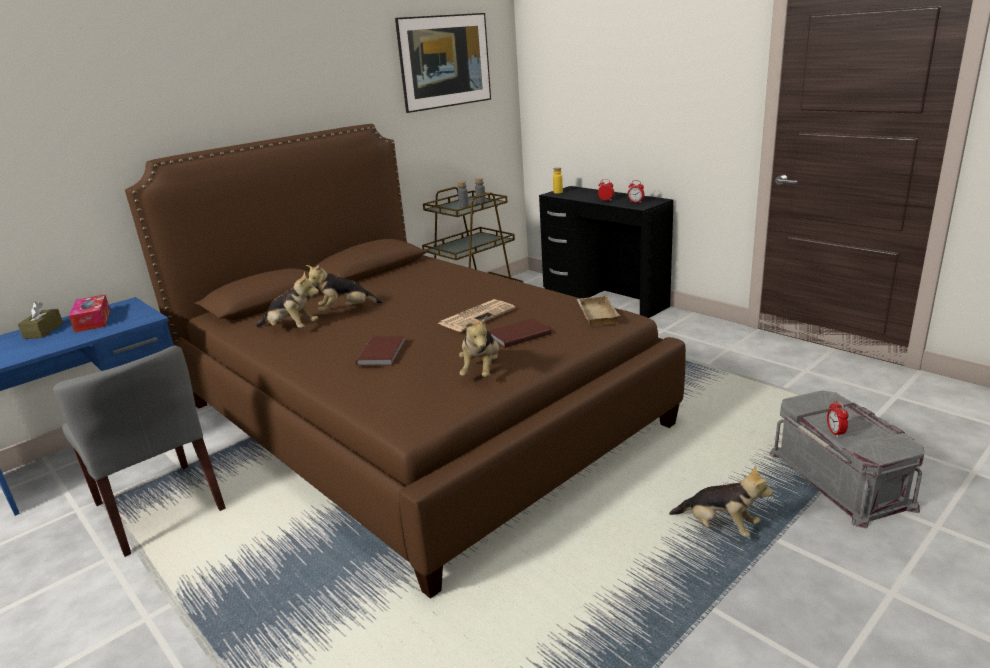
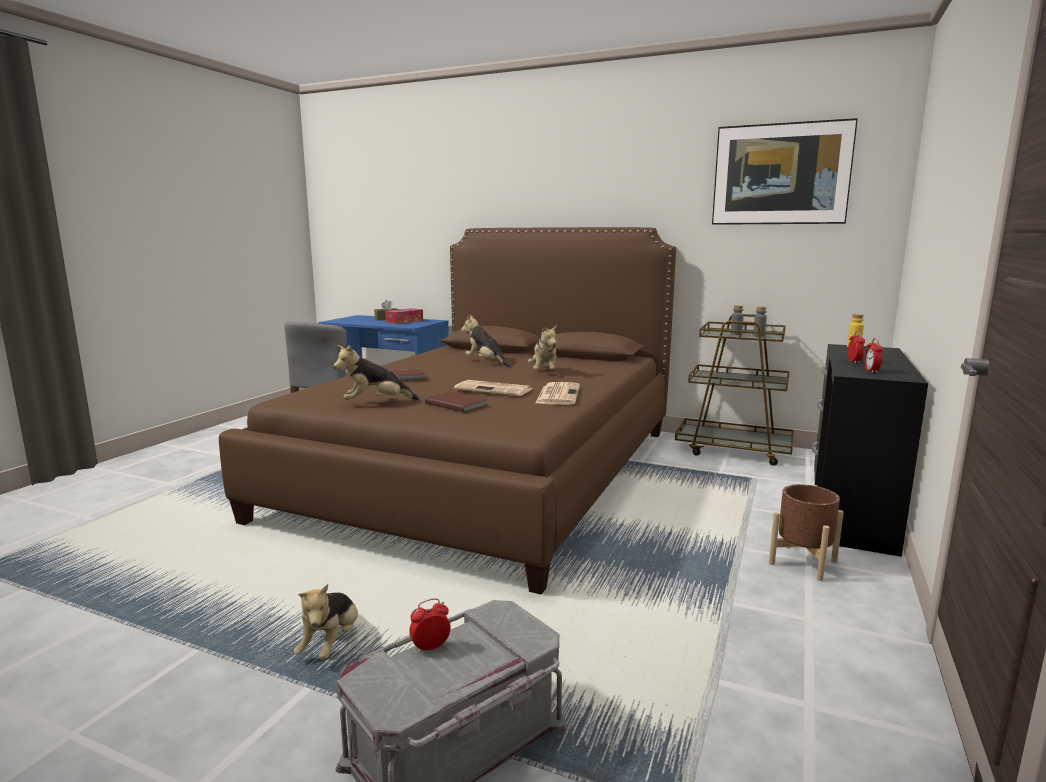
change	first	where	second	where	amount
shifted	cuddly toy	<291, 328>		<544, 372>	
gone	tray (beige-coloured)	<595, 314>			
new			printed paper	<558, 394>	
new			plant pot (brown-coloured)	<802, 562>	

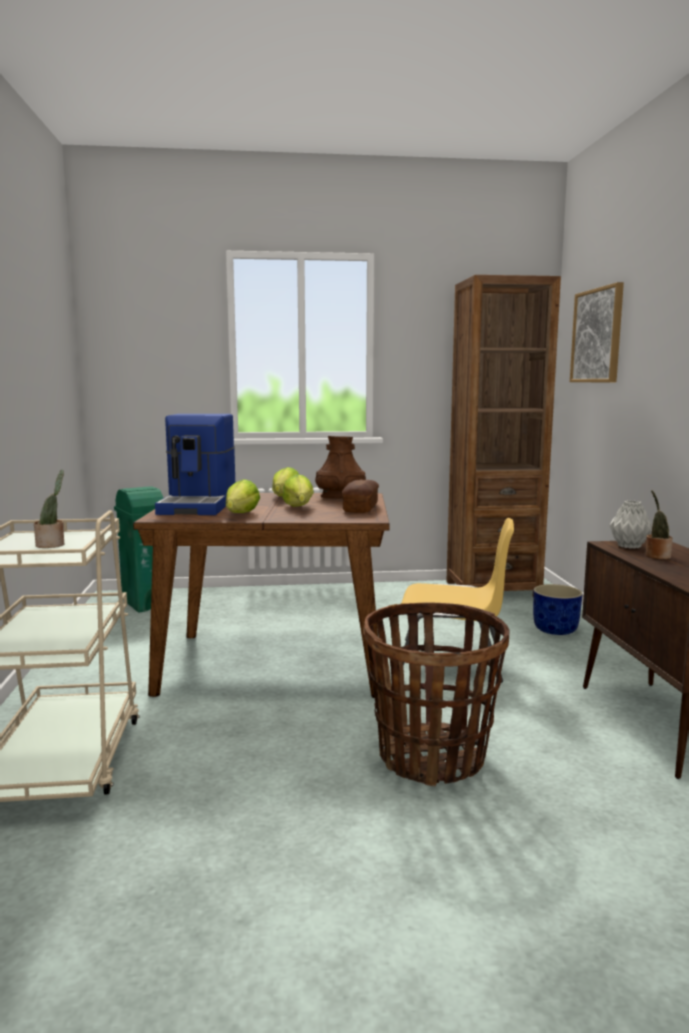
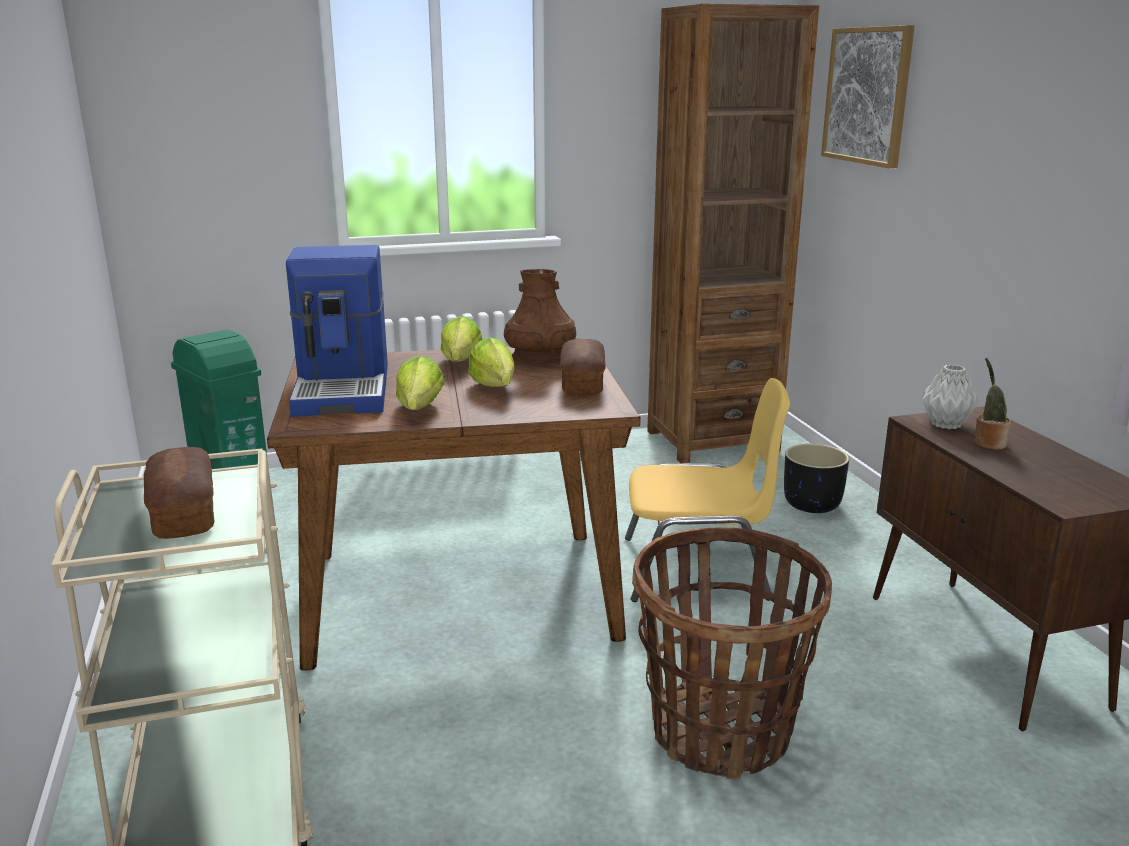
change	first	where	second	where	amount
swapped	plant in a pot	<52, 545>	baked bread	<183, 513>	
repainted	plant pot (blue)	<556, 630>	plant pot (black-coloured)	<813, 504>	

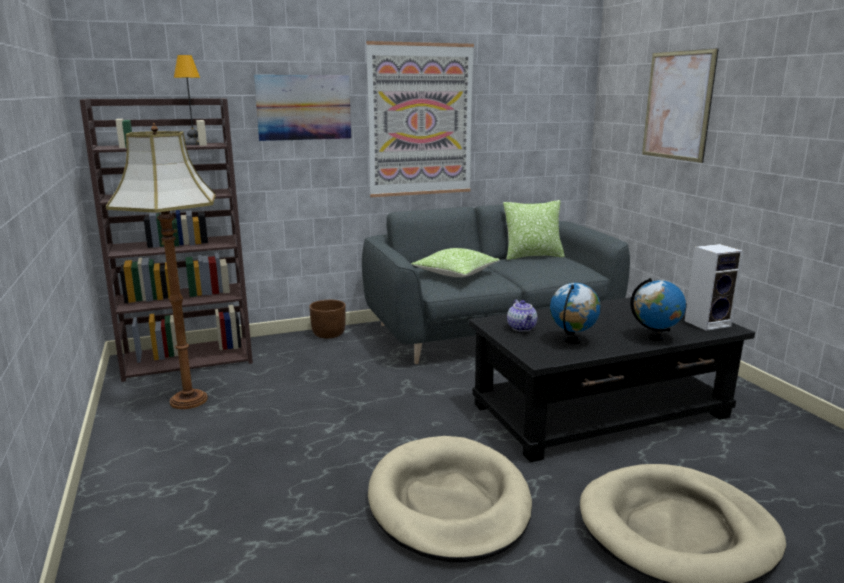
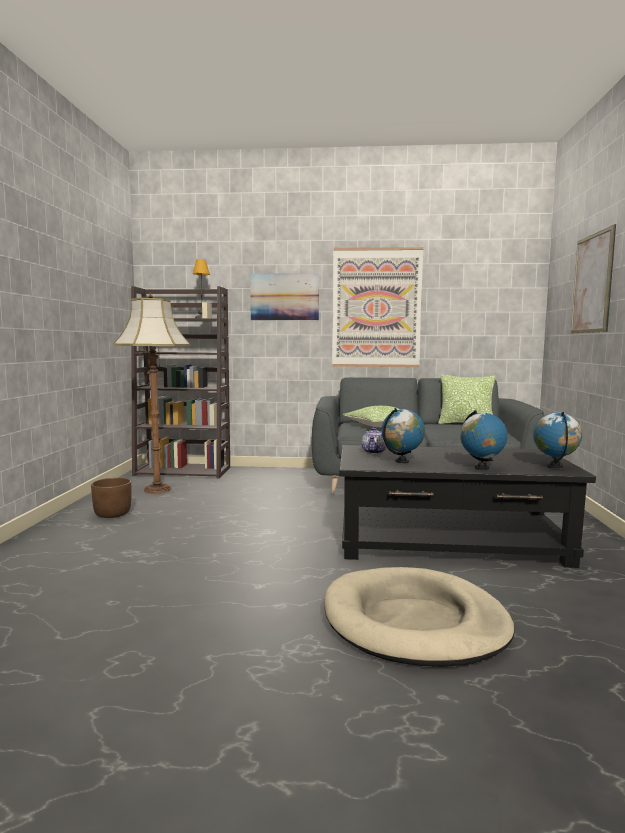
change	first	where	second	where	amount
swapped	speaker	<708, 323>	world globe	<555, 466>	
shifted	plant pot (brown-coloured)	<329, 334>		<113, 514>	
gone	dog cushion (beige-coloured)	<449, 503>			

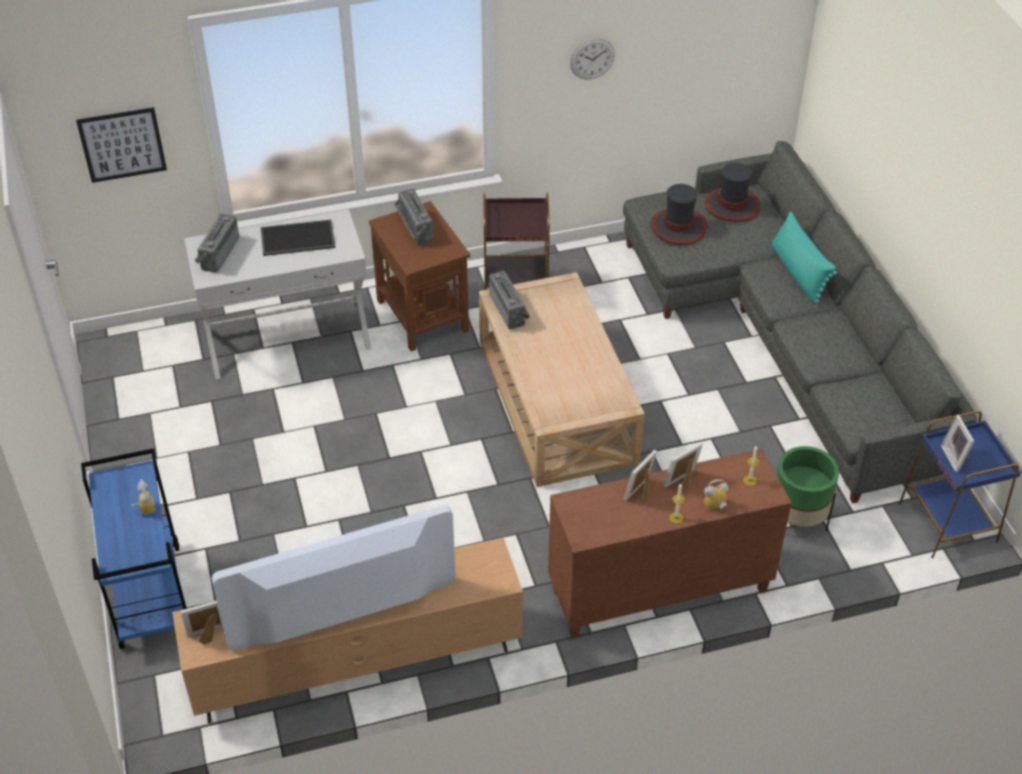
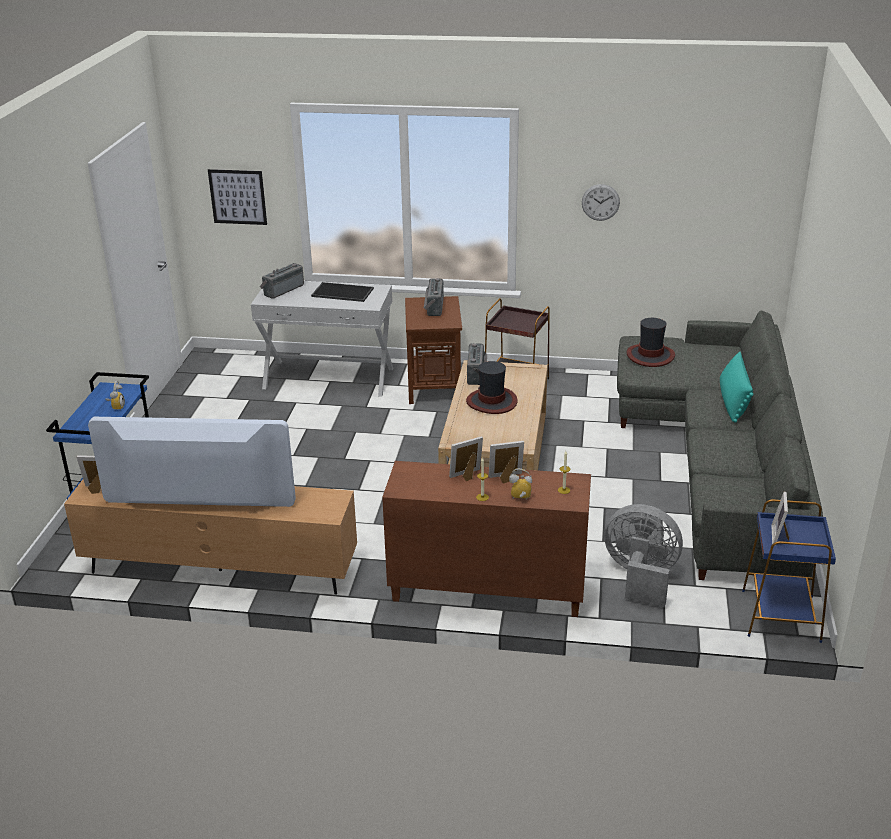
change	first	where	second	where	amount
shifted	wearable hat	<732, 205>		<492, 402>	
swapped	plant pot (green)	<797, 520>	cooling fan (gray)	<640, 577>	

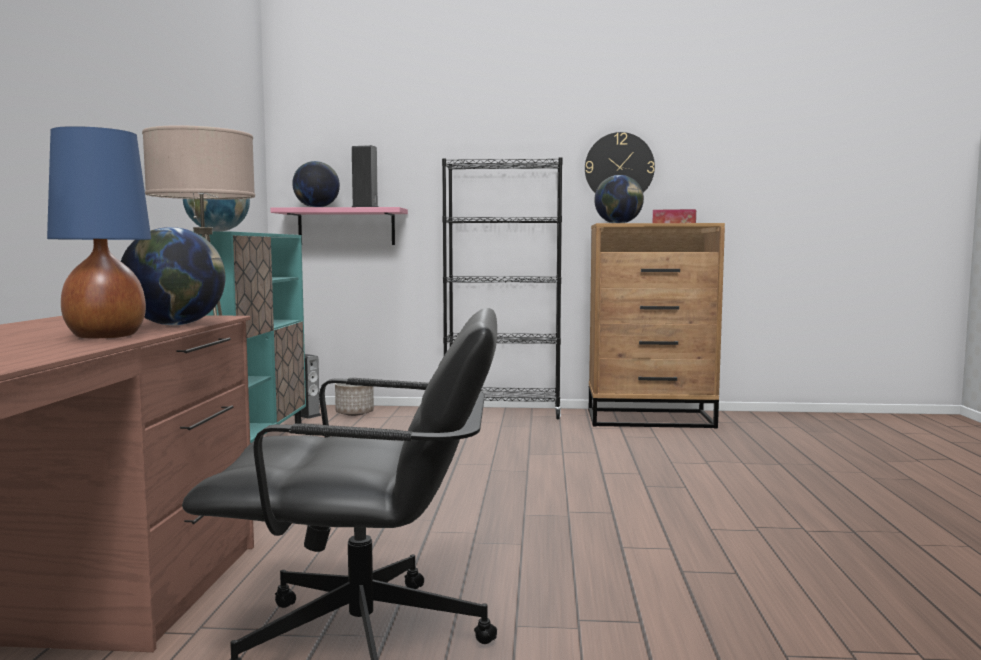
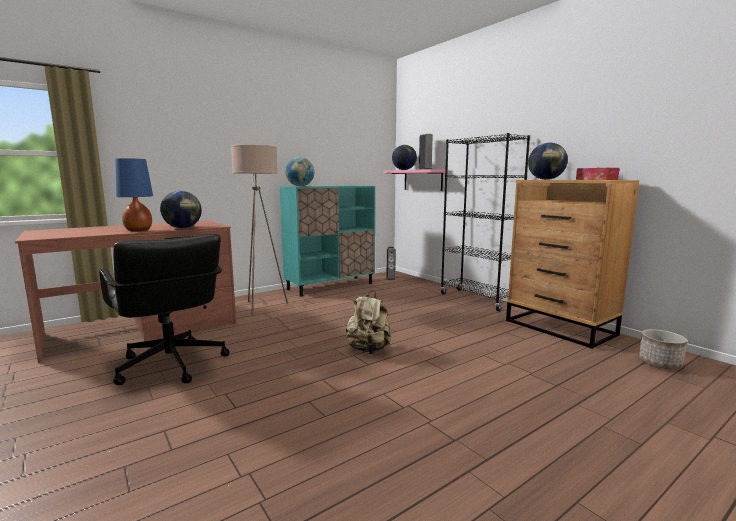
change	first	where	second	where	amount
gone	wall clock	<619, 167>			
shifted	plant pot	<354, 413>		<659, 364>	
new			backpack (beige-coloured)	<369, 350>	

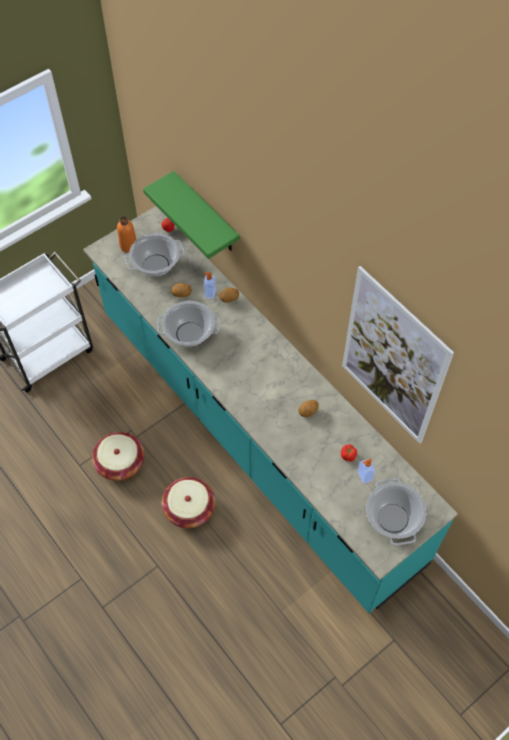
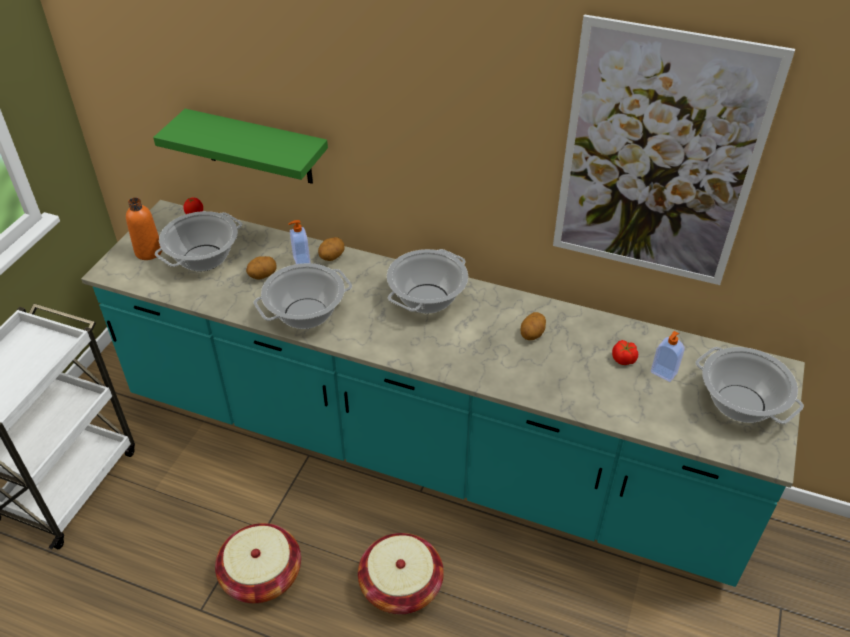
change	first	where	second	where	amount
new			saucepot	<427, 298>	

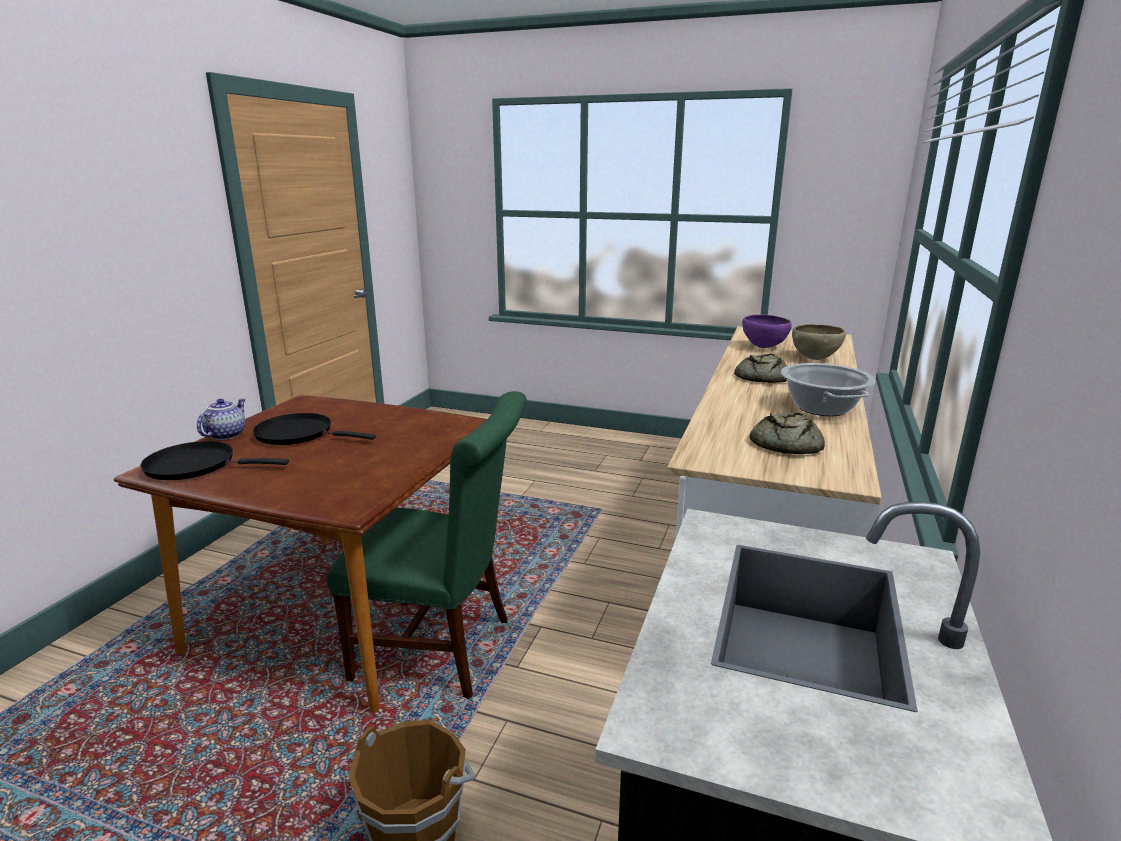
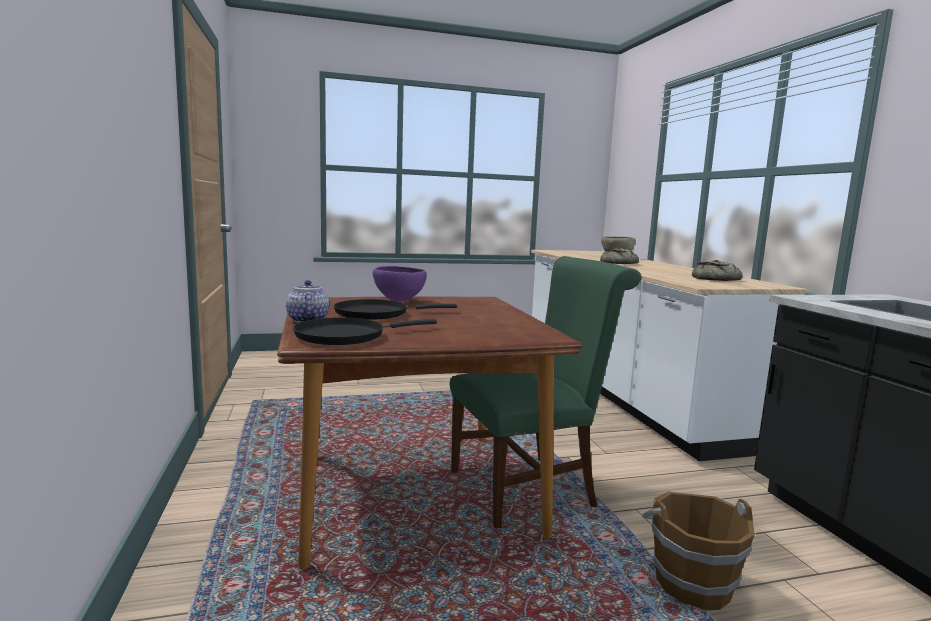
change	first	where	second	where	amount
shifted	serving bowl (purplish)	<763, 347>		<399, 301>	
gone	saucepot	<822, 408>			

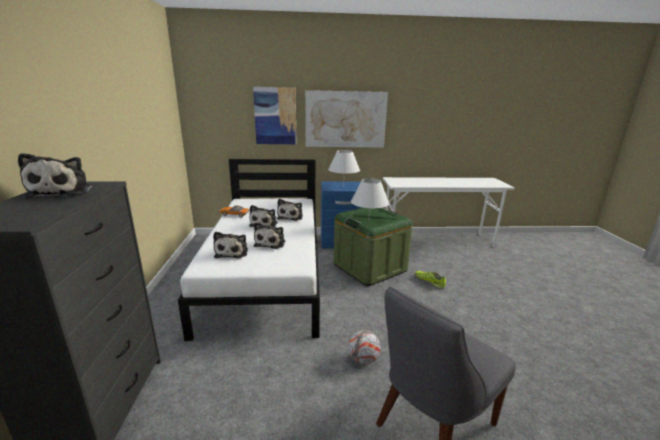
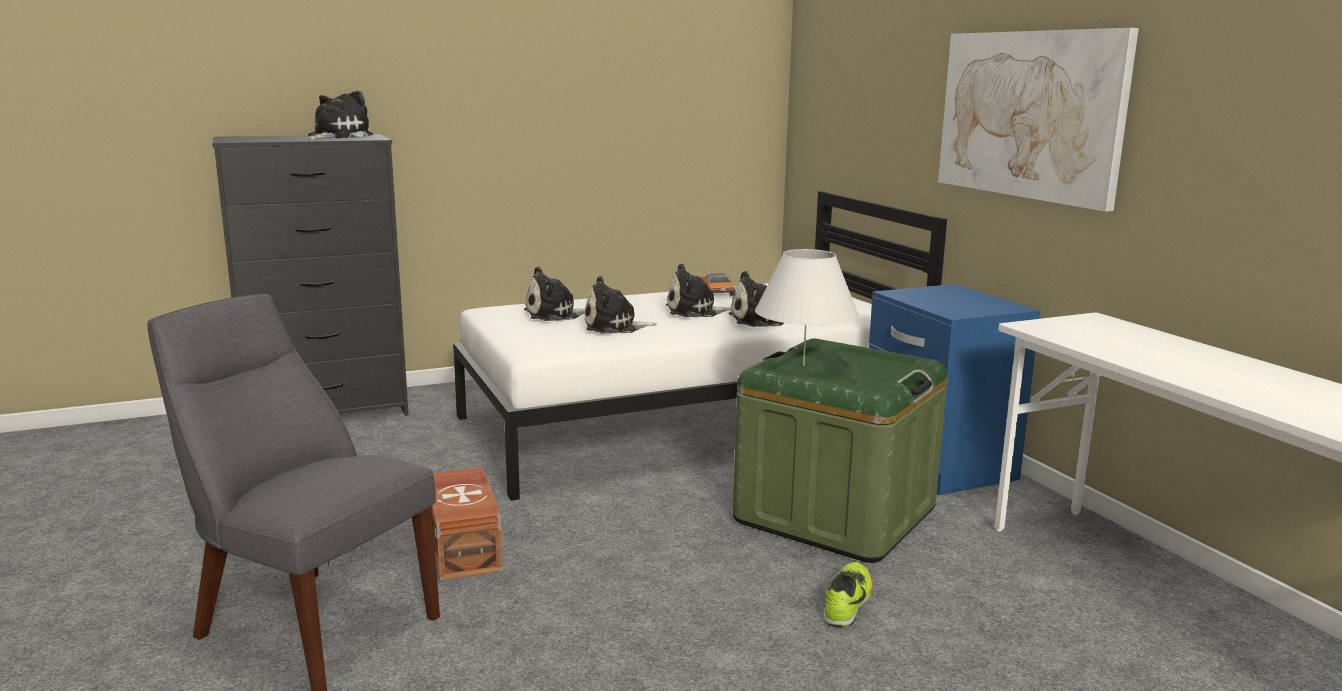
change	first	where	second	where	amount
gone	wall picture	<275, 116>			
gone	table lamp (whitish)	<343, 186>			
rotated	cuddly toy	<63, 191>		<336, 137>	150 degrees clockwise
swapped	football	<363, 359>	storage box (brown-coloured)	<465, 546>	

